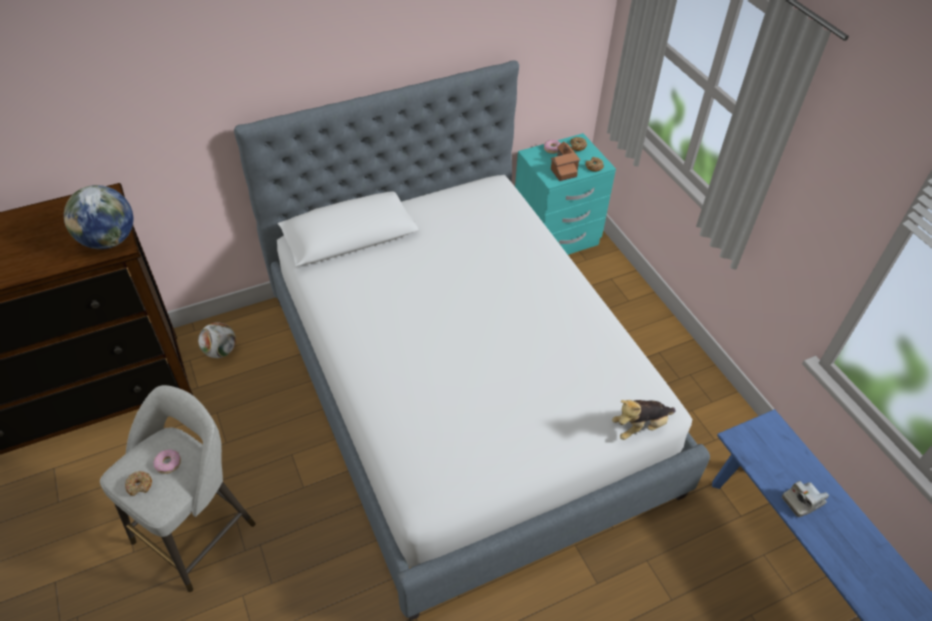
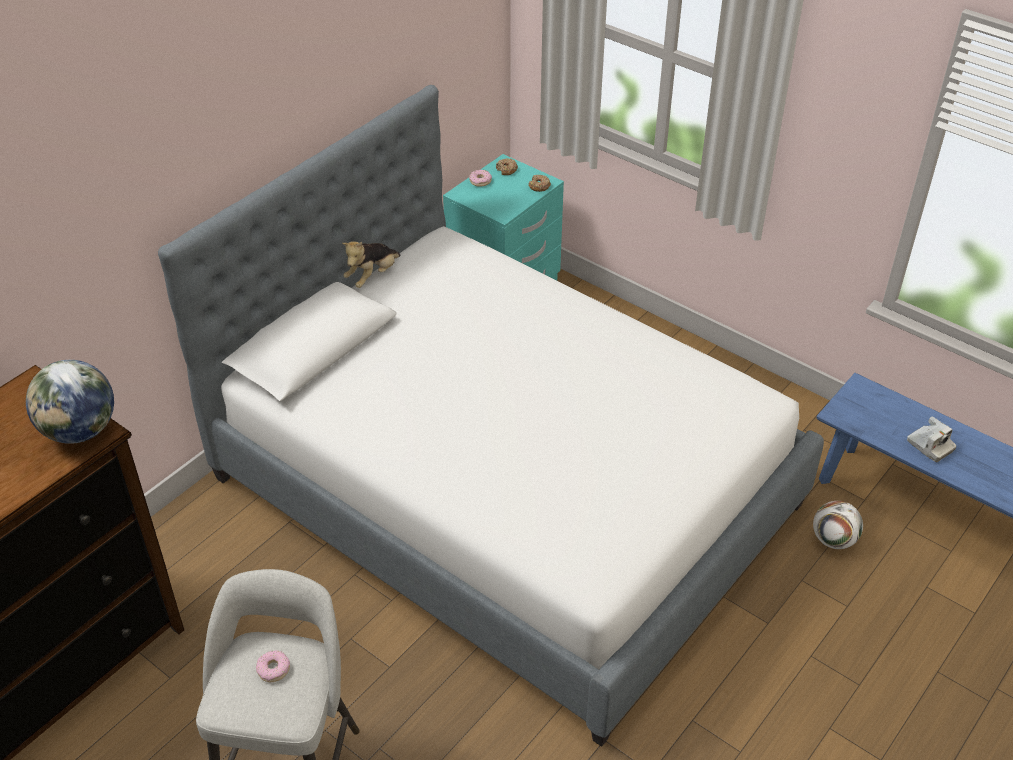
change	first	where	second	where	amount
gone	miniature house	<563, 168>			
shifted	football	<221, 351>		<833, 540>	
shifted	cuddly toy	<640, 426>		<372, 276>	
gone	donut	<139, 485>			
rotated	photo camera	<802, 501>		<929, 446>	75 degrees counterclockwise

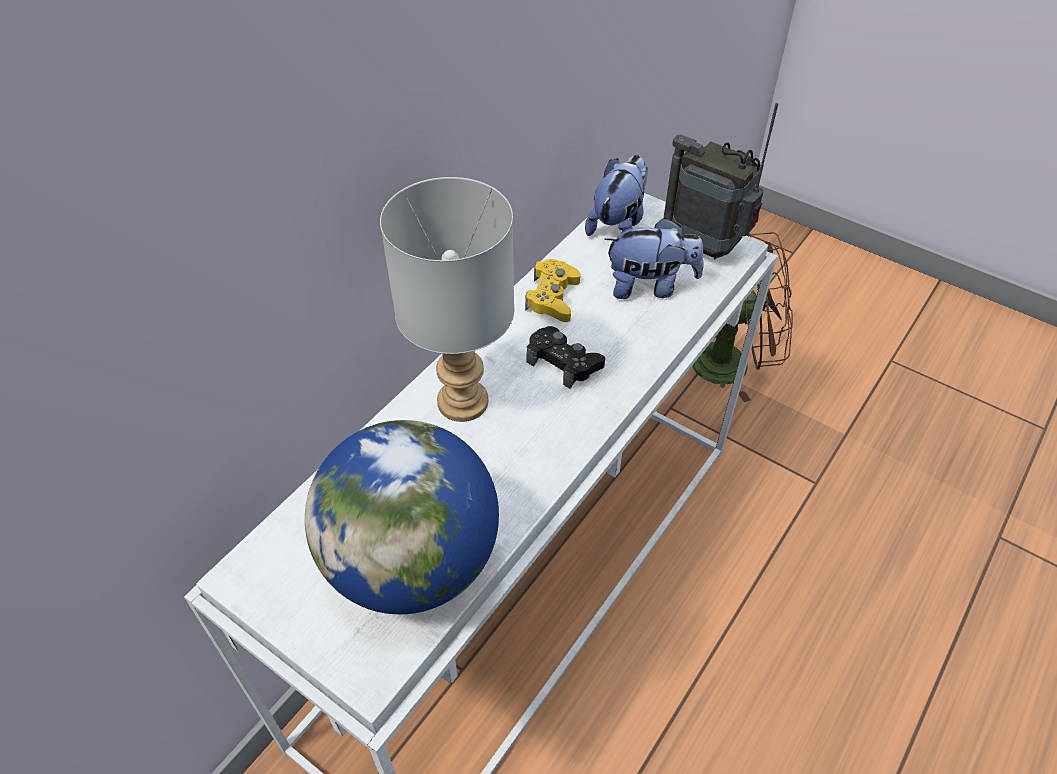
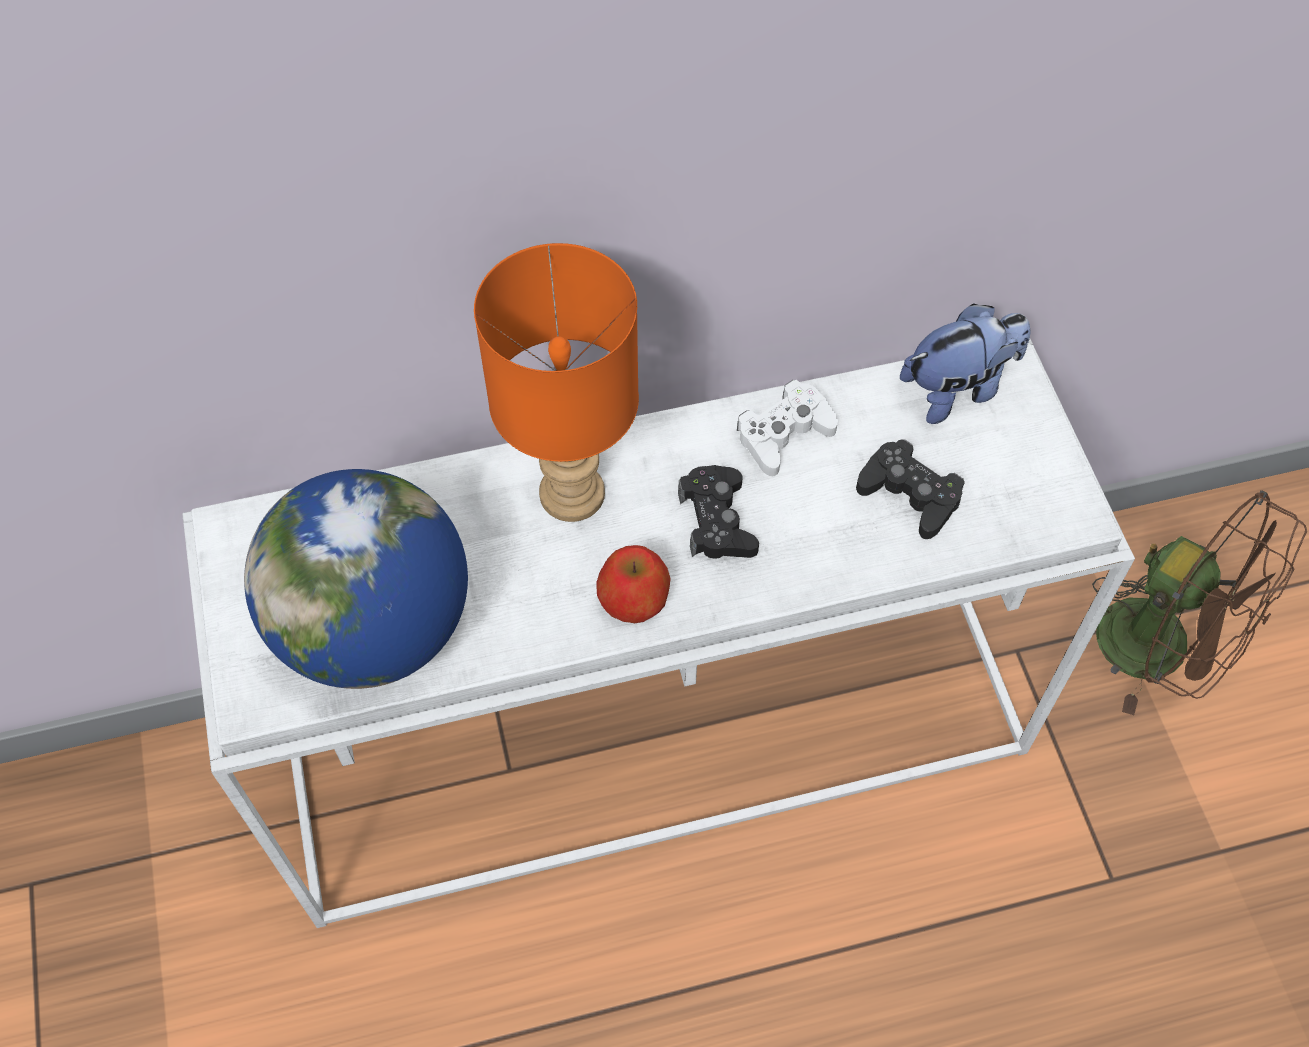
change	first	where	second	where	amount
gone	radio receiver	<704, 248>			
repainted	table lamp (gray)	<463, 403>	table lamp (orange)	<571, 496>	
swapped	cuddly toy	<649, 286>	gamepad (black-coloured)	<909, 494>	
repainted	gamepad (yellowish)	<552, 297>	gamepad (whitish)	<784, 434>	
new			apple	<633, 598>	

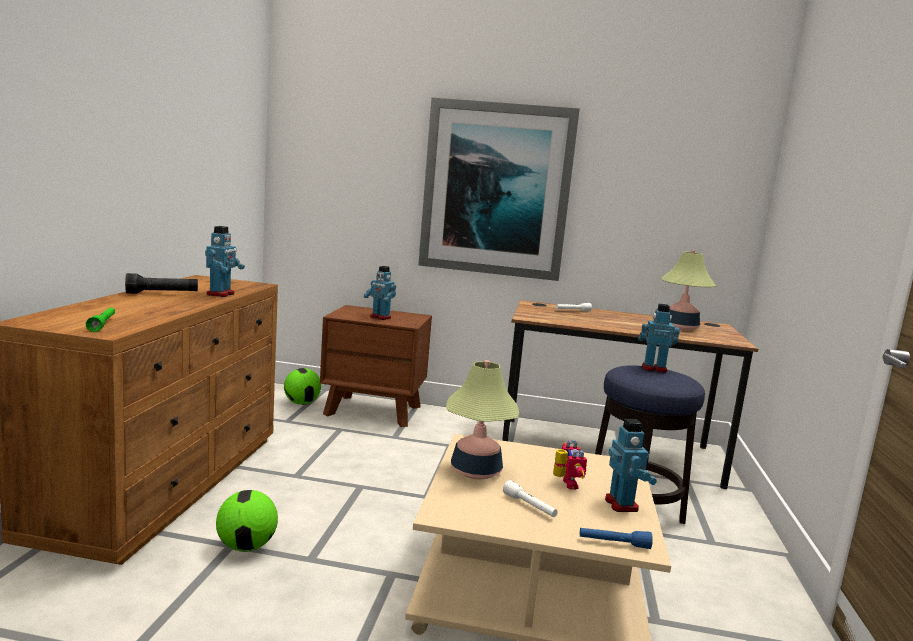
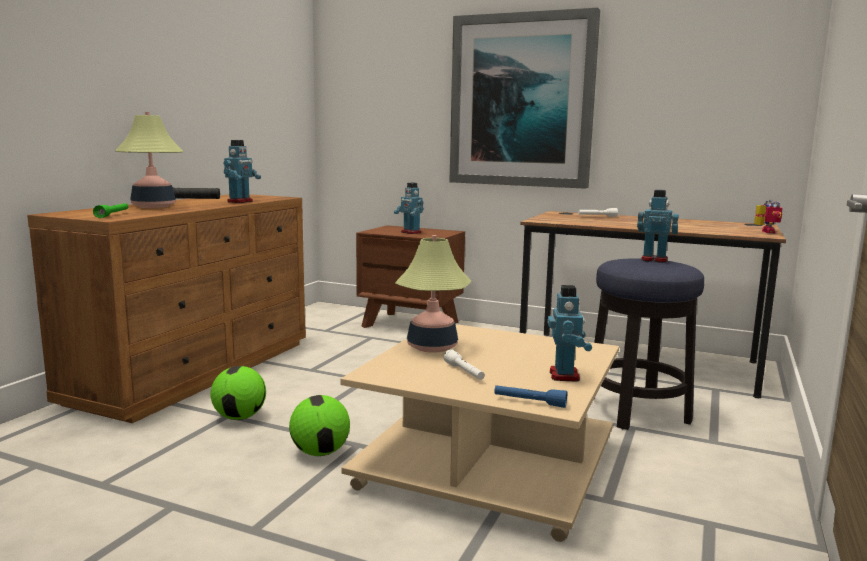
change	first	where	second	where	amount
shifted	table lamp	<680, 327>		<154, 206>	
shifted	football	<301, 403>		<320, 452>	
shifted	model robot	<565, 484>		<764, 232>	

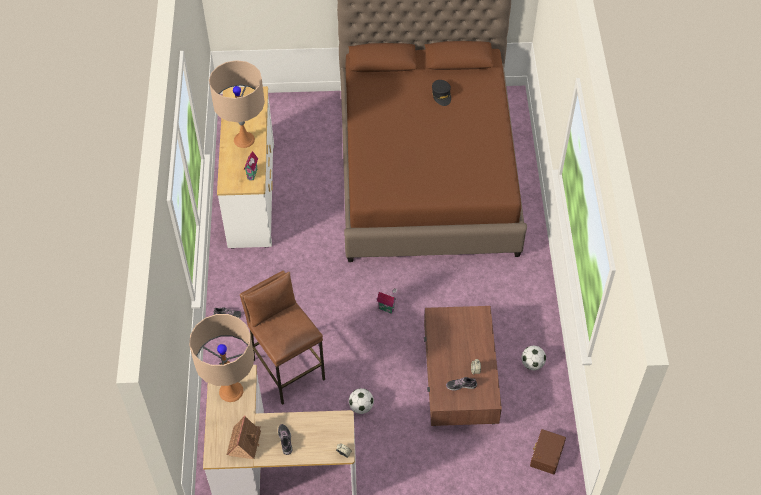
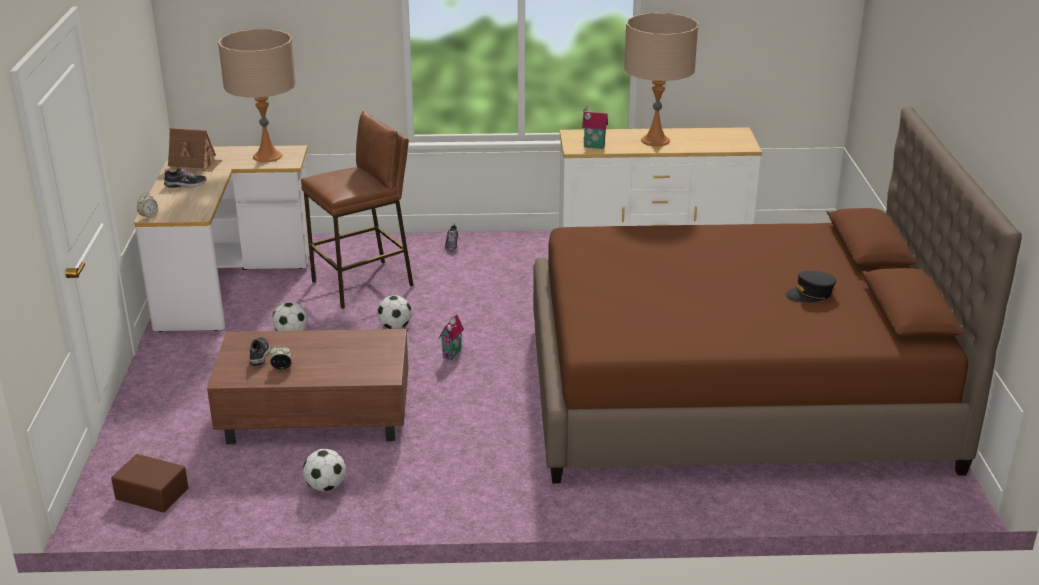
change	first	where	second	where	amount
new			football	<395, 327>	

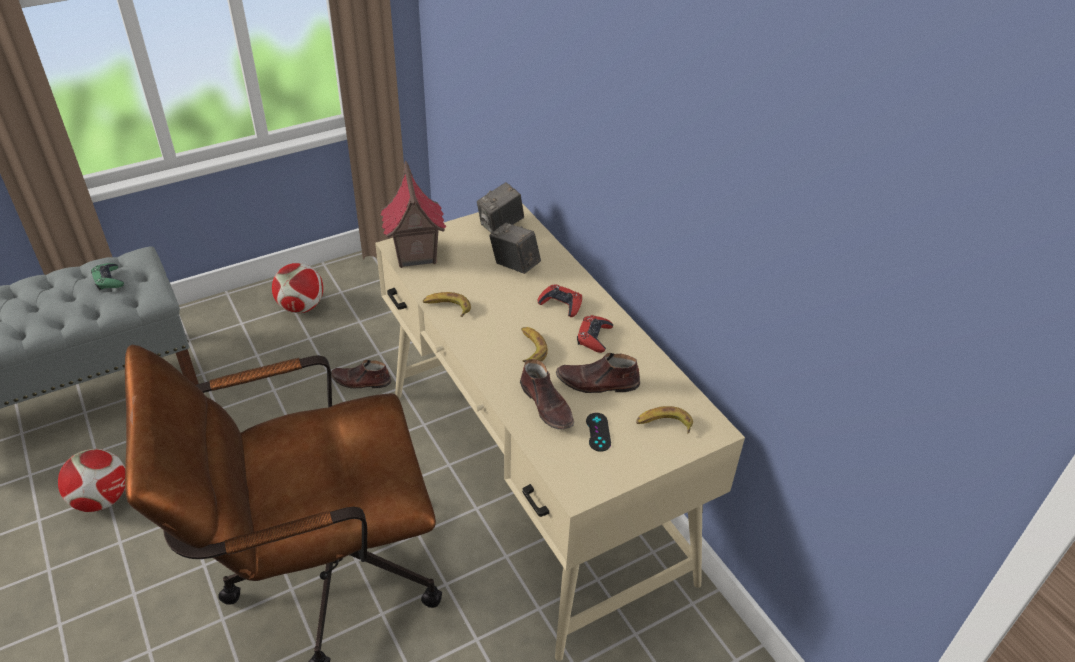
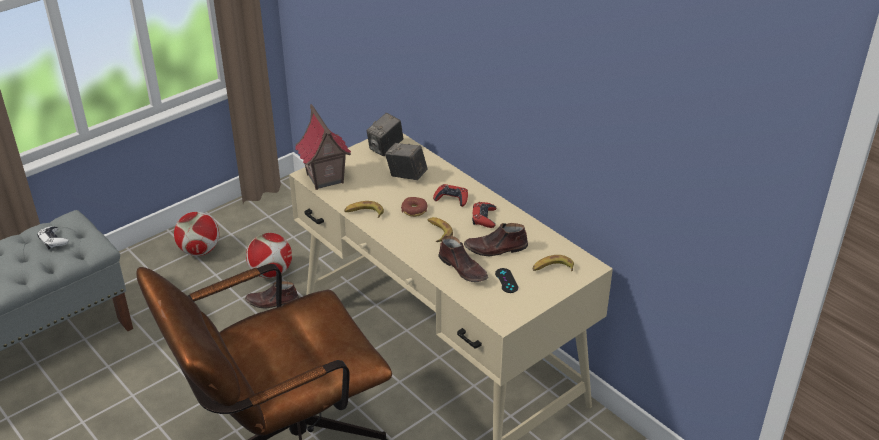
change	first	where	second	where	amount
repainted	gamepad (green)	<108, 280>	gamepad (whitish)	<53, 240>	
shifted	football	<102, 499>		<271, 273>	
new			donut	<414, 210>	

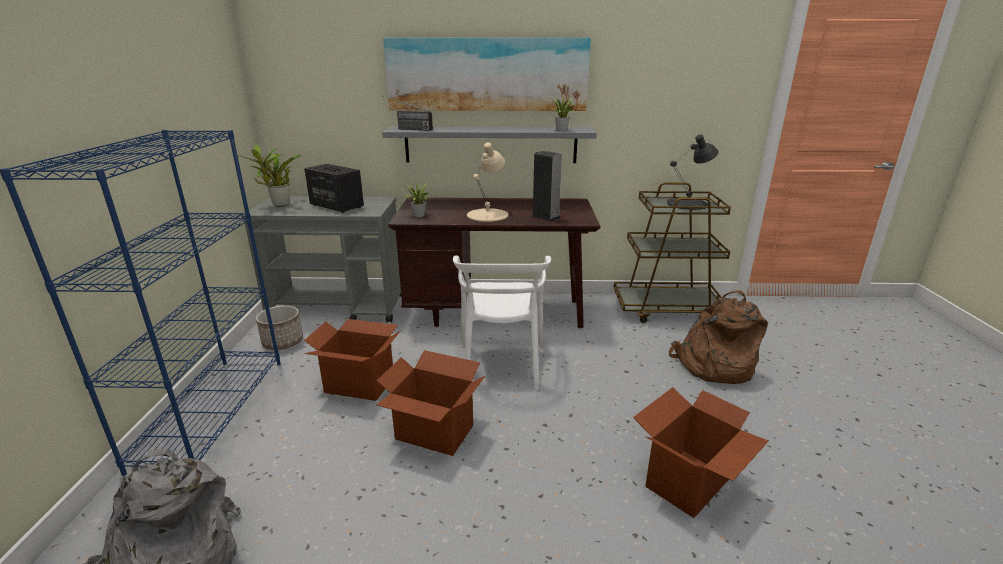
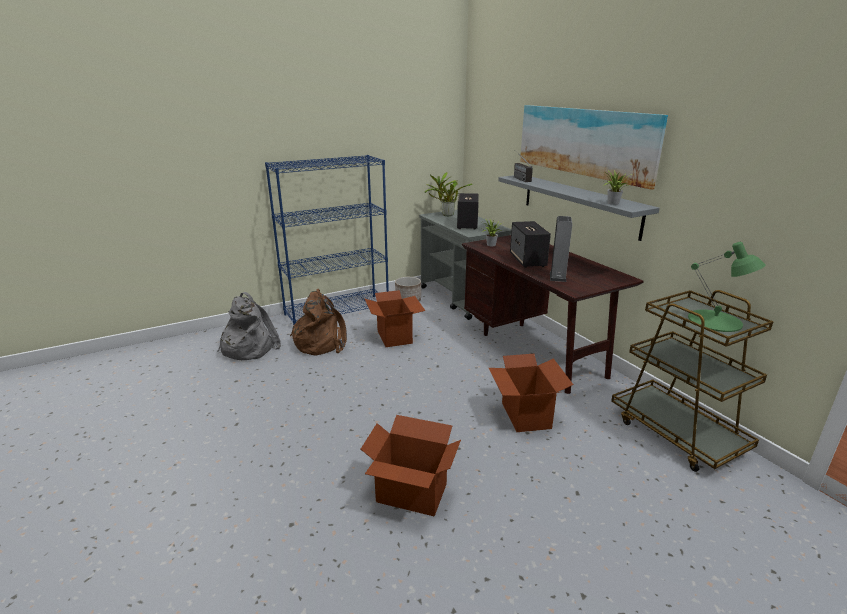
change	first	where	second	where	amount
repainted	table lamp (black-coloured)	<688, 204>	table lamp (green)	<715, 321>	
swapped	table lamp (beige-coloured)	<488, 215>	speaker	<528, 260>	
gone	upright chair (whitish)	<501, 364>			
shifted	backpack (brown-coloured)	<712, 365>		<321, 342>	
shifted	packing box	<434, 433>		<525, 415>	

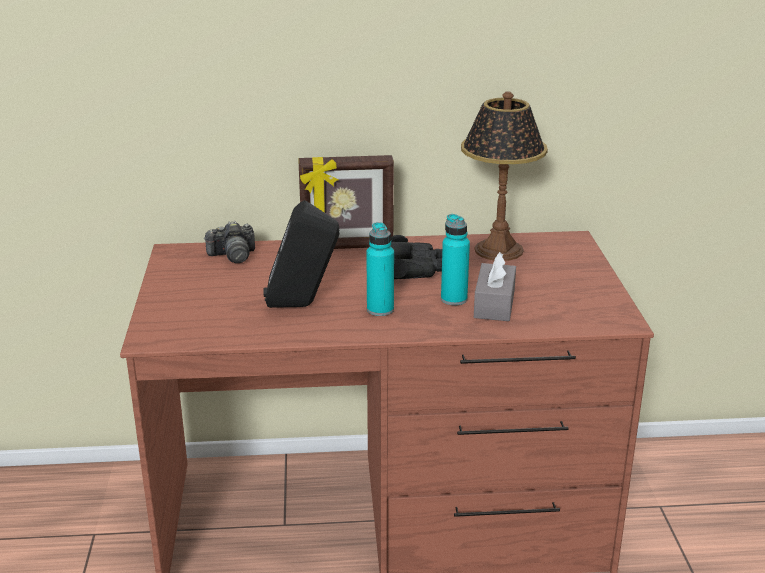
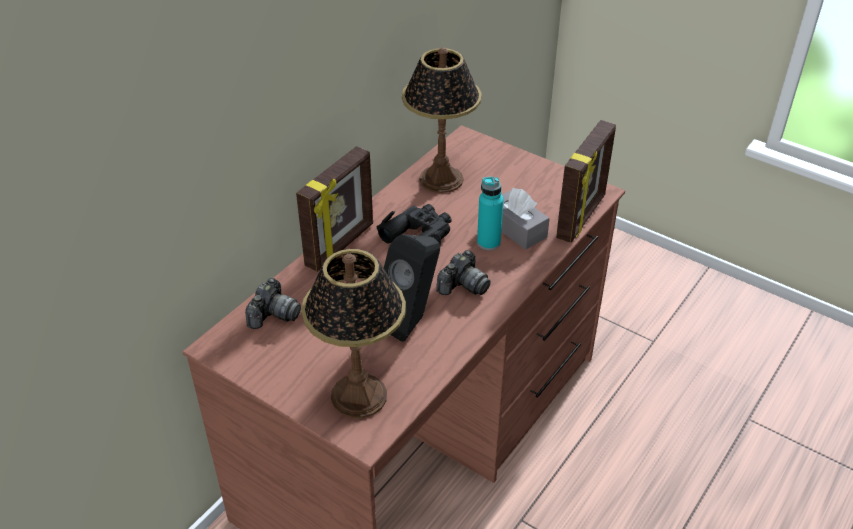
change	first	where	second	where	amount
swapped	beverage bottle (turquoise)	<380, 310>	photo camera	<463, 285>	
new			photo frame	<582, 217>	
new			table lamp	<359, 395>	

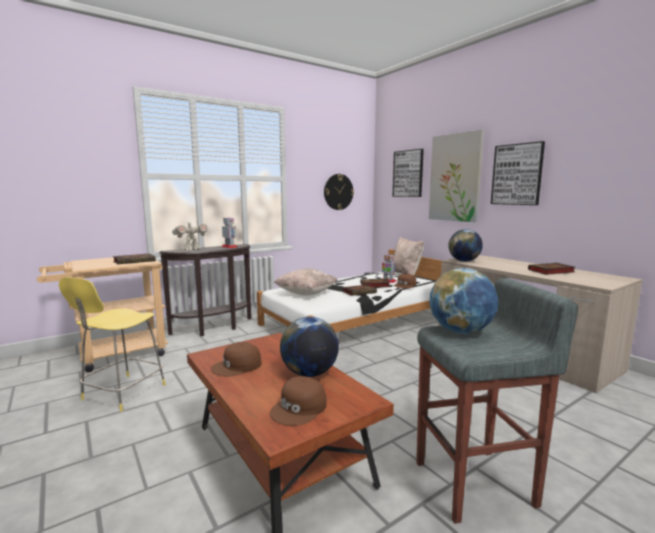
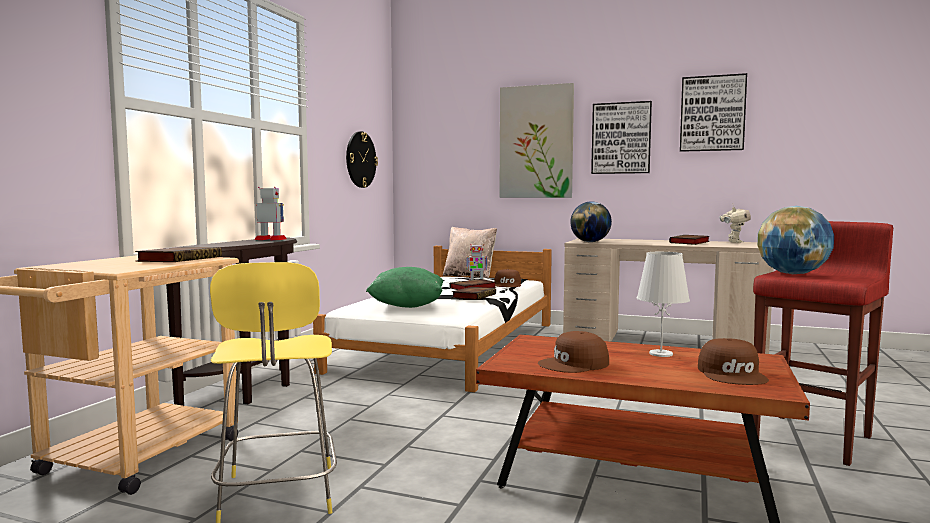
change	first	where	second	where	amount
shifted	wall picture	<408, 173>		<712, 113>	
shifted	model robot	<191, 249>		<734, 242>	
repainted	cushion (beige-coloured)	<306, 293>	cushion (green)	<407, 306>	
repainted	stool (gray)	<476, 484>	stool (red)	<814, 438>	
swapped	world globe	<309, 373>	table lamp (whitish)	<660, 353>	
rotated	baseball cap (brown-coloured)	<237, 366>		<574, 364>	45 degrees clockwise

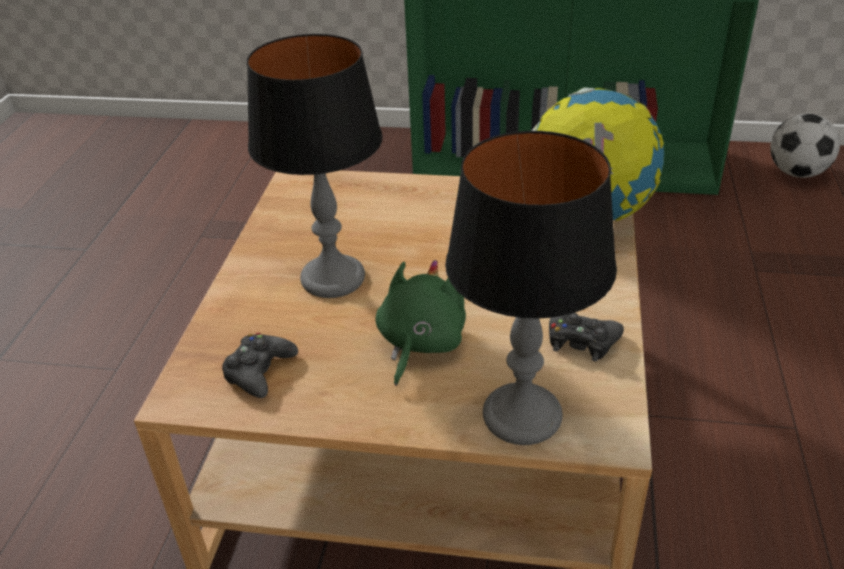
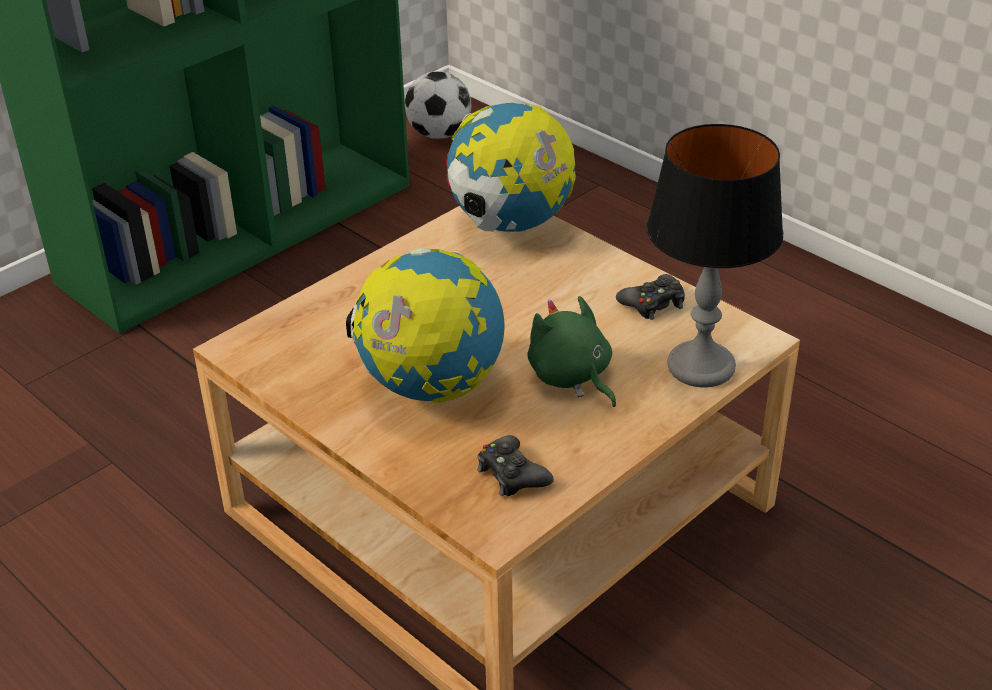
change	first	where	second	where	amount
swapped	table lamp	<333, 278>	world globe	<431, 386>	

